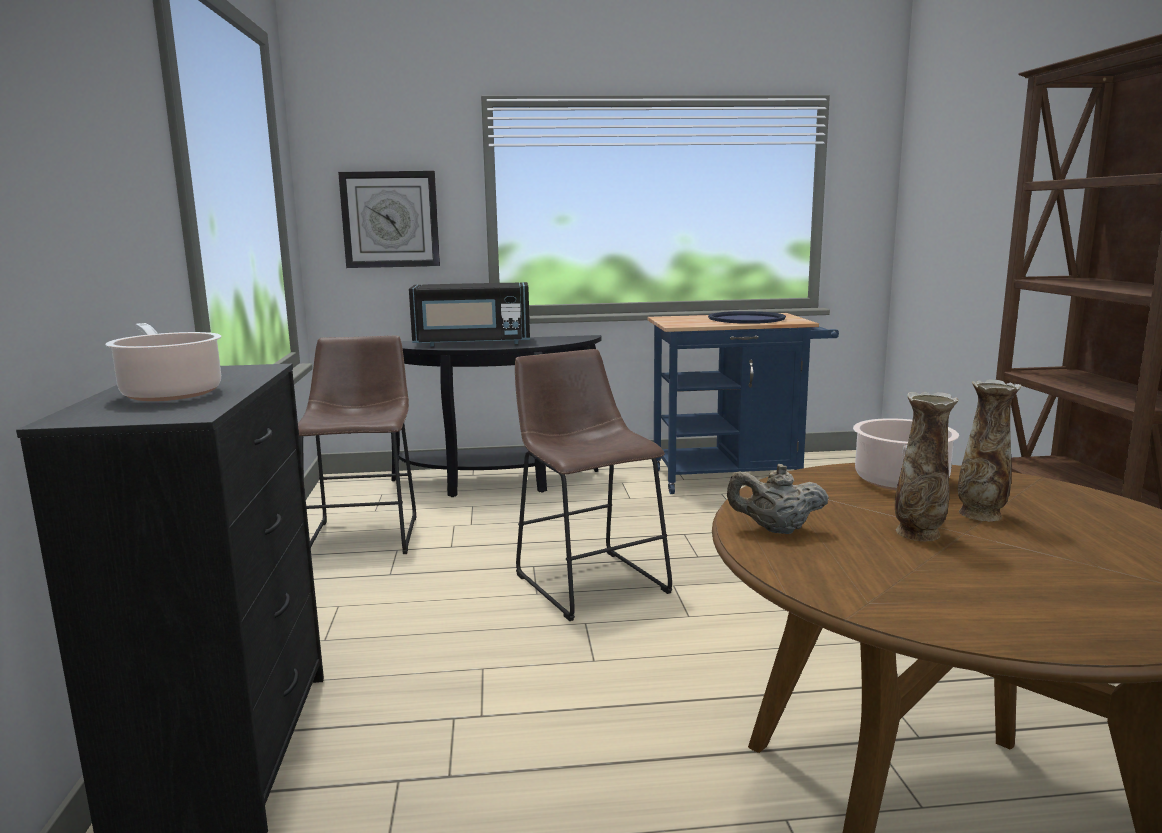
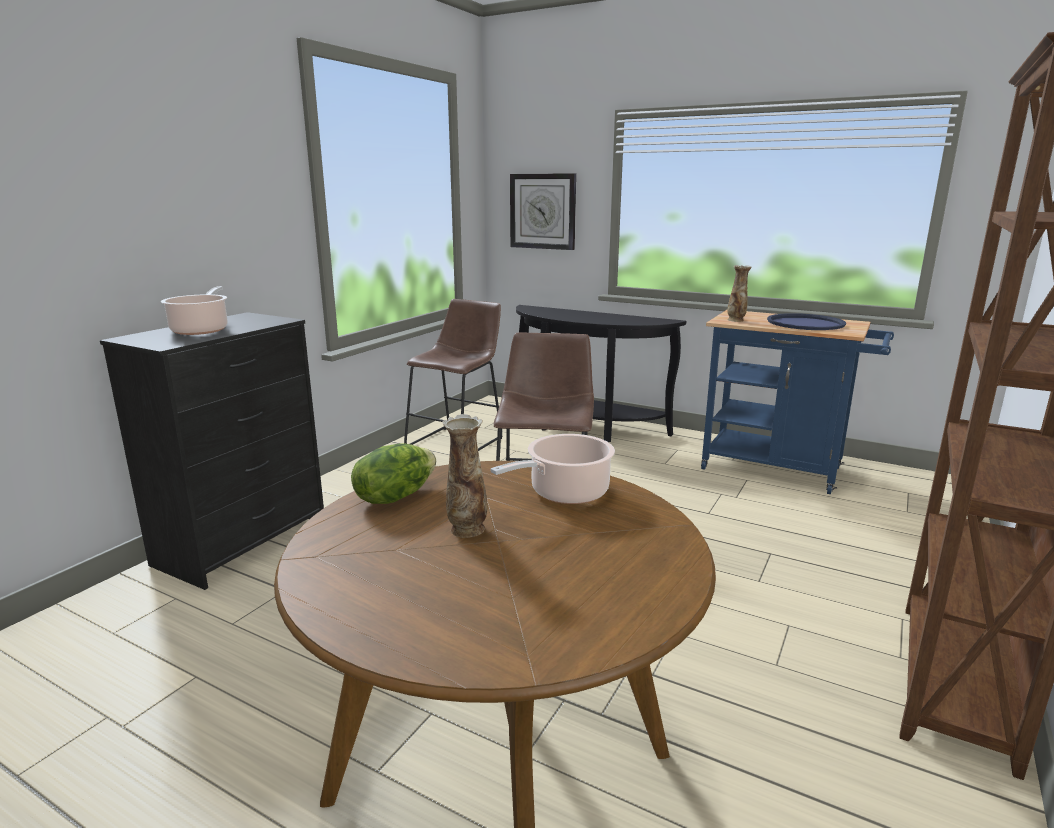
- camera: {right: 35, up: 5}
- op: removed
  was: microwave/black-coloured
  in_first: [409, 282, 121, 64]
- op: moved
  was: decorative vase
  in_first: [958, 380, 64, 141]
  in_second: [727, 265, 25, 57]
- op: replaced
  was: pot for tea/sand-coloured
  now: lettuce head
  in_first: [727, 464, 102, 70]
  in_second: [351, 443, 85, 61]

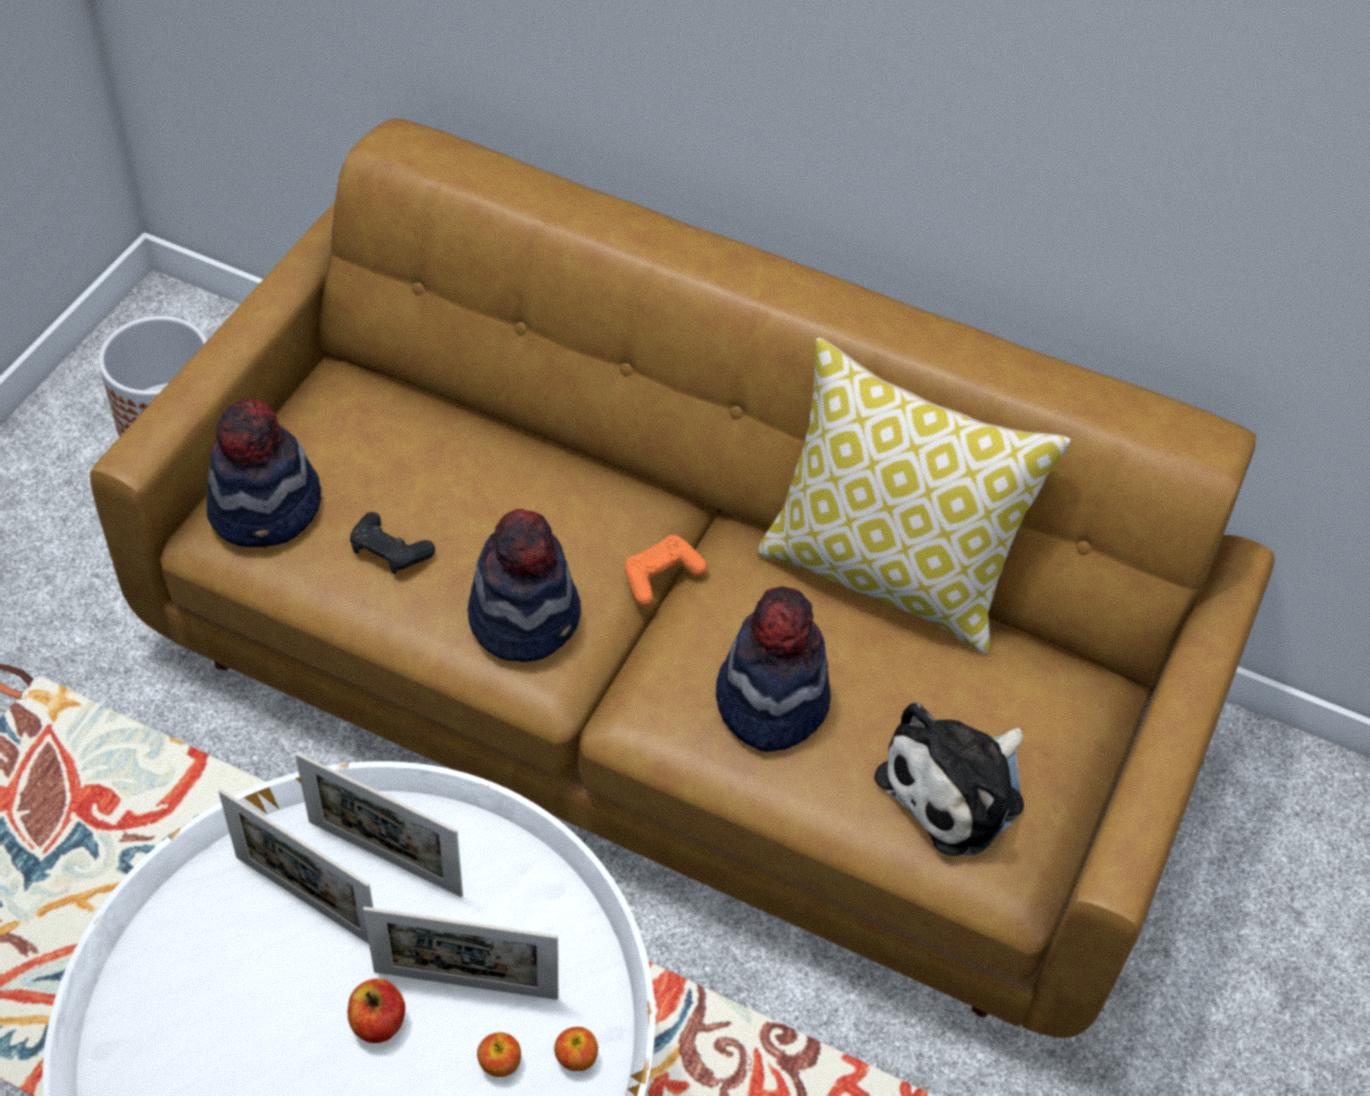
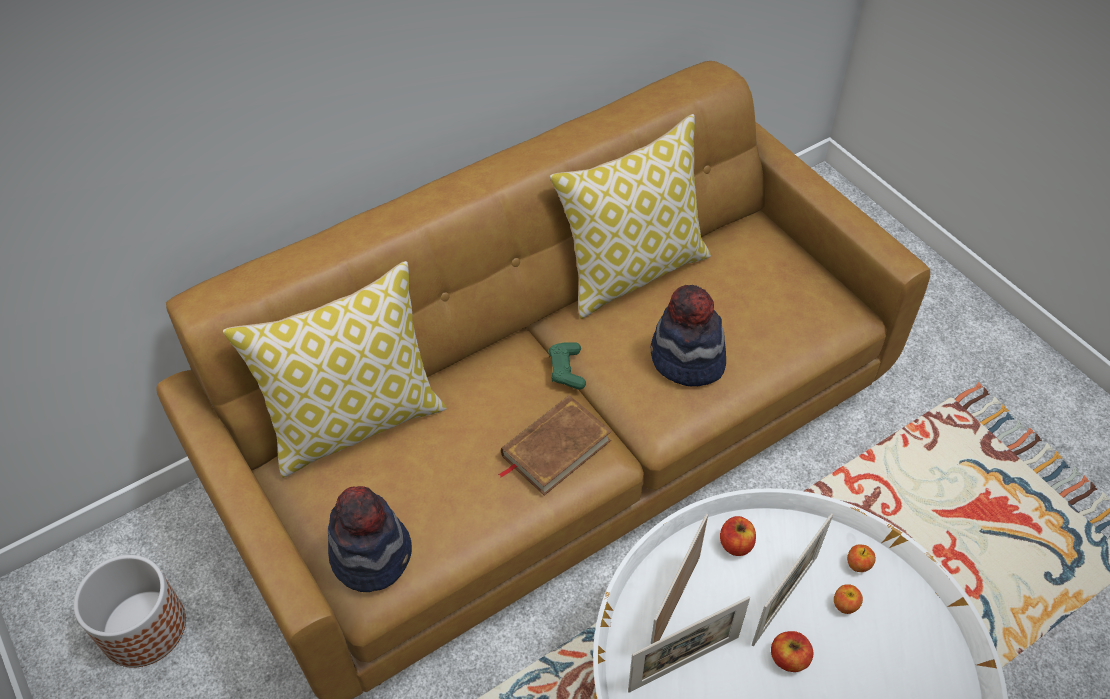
- camera: {right: -55, up: 0}
- op: removed
  was: joypad/black-coloured
  in_first: [350, 512, 85, 62]
- op: removed
  was: soft toy
  in_first: [874, 702, 150, 154]
- op: added
  now: cushion
  in_second: [223, 261, 224, 217]
- op: added
  now: apple
  in_second: [720, 516, 36, 40]
- op: replaced
  was: hat
  now: bound book/brownish
  in_first: [467, 509, 114, 153]
  in_second: [498, 395, 114, 100]
- op: recoloured
  was: joypad/orange-coloured
  now: joypad/green
  in_first: [624, 535, 83, 71]
  in_second: [548, 342, 38, 48]
- op: turned
  was: picture frame
  in_first: [295, 752, 168, 145]
  in_second: [650, 514, 58, 130]
  clockwise: 150

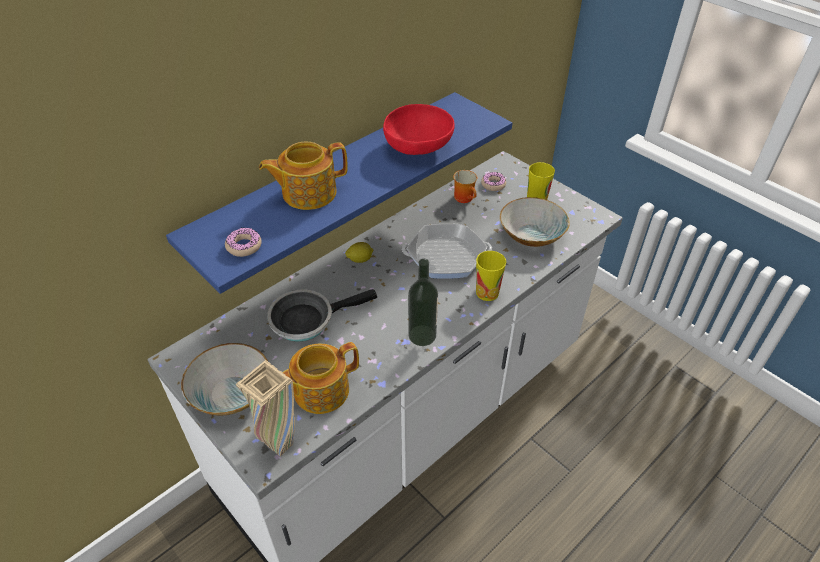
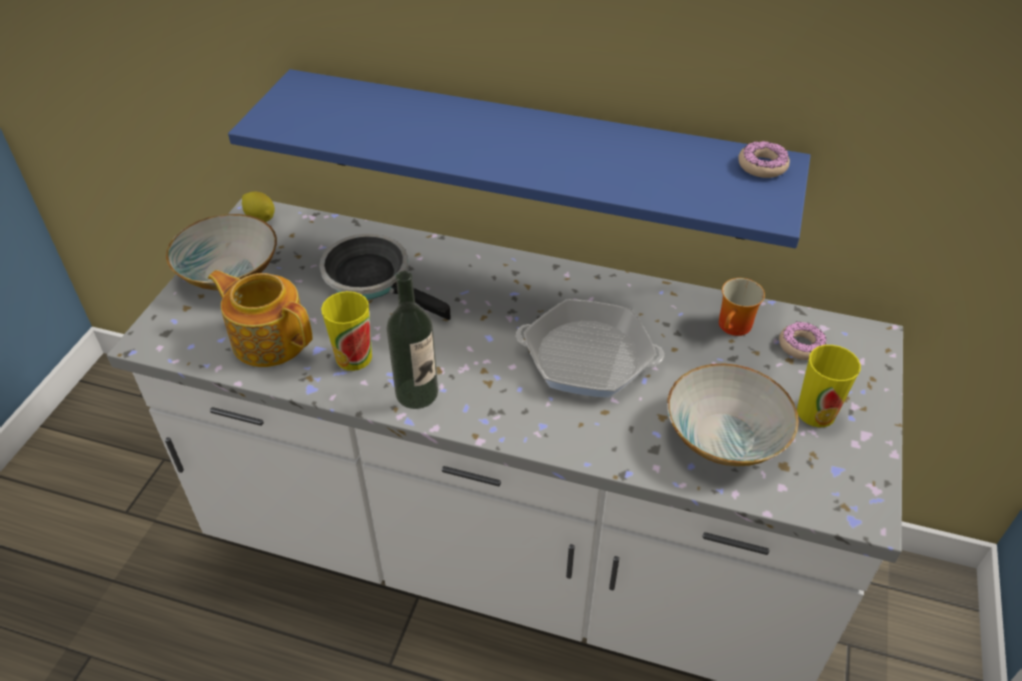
- camera: {right: 60, up: 0}
- op: removed
  was: decorative vase/sand-coloured
  in_first: [235, 360, 60, 97]
- op: removed
  was: pot for tea
  in_first: [259, 142, 89, 68]
- op: removed
  was: serving bowl/red
  in_first: [383, 104, 72, 51]
- op: moved
  was: doughnut
  in_first: [225, 228, 37, 29]
  in_second: [738, 141, 52, 37]
- op: moved
  was: whole lemon
  in_first: [345, 242, 29, 21]
  in_second: [242, 192, 33, 30]
- op: moved
  was: small cup
  in_first: [476, 251, 30, 50]
  in_second: [321, 291, 51, 80]
- op: turned
  was: frying pan
  in_first: [402, 224, 90, 55]
  in_second: [516, 299, 148, 99]
  clockwise: 135

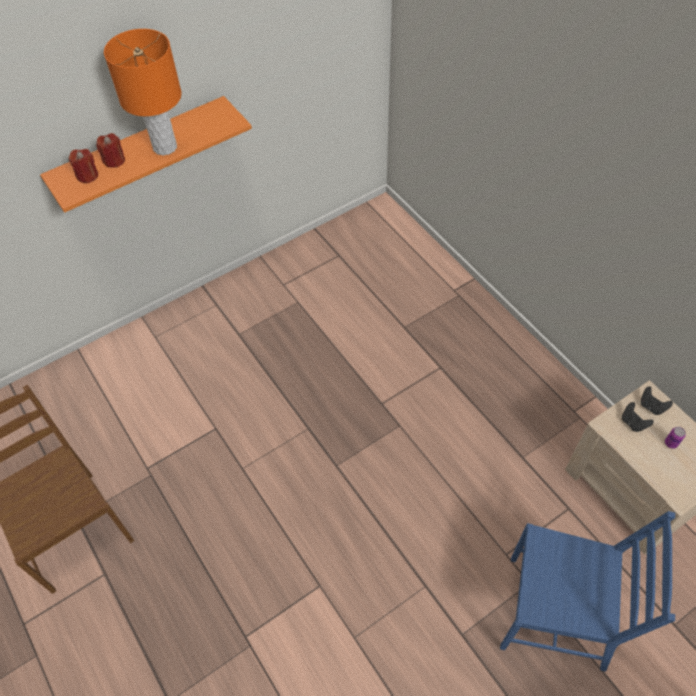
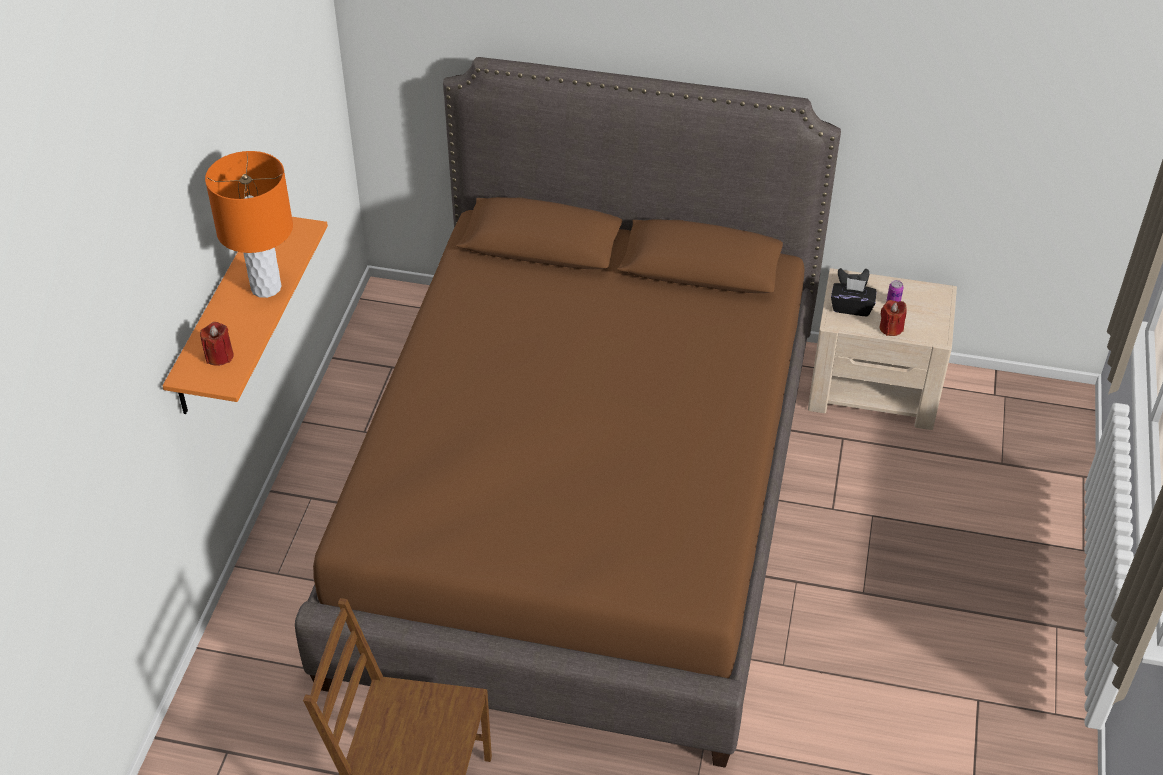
- camera: {right: -45, up: -10}
- op: removed
  was: chair/blue
  in_first: [500, 511, 175, 161]
- op: added
  now: bedroom bed/brownish
  in_second: [295, 57, 546, 711]
- op: moved
  was: candle/red
  in_first: [96, 133, 29, 35]
  in_second: [880, 300, 27, 36]
- op: replaced
  was: joypad/black-coloured
  now: box of tissues/black-coloured
  in_first: [622, 402, 32, 30]
  in_second: [831, 278, 45, 38]

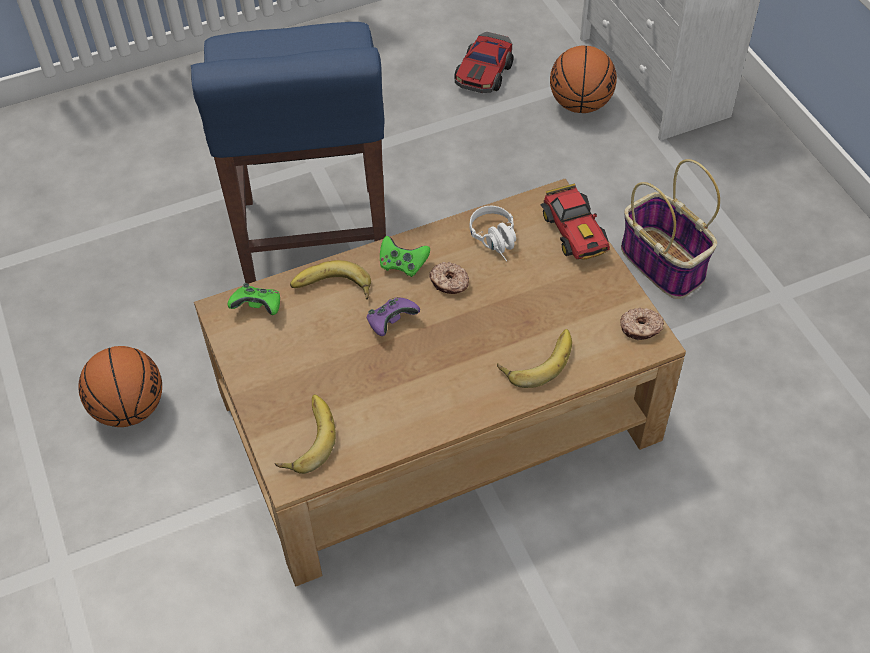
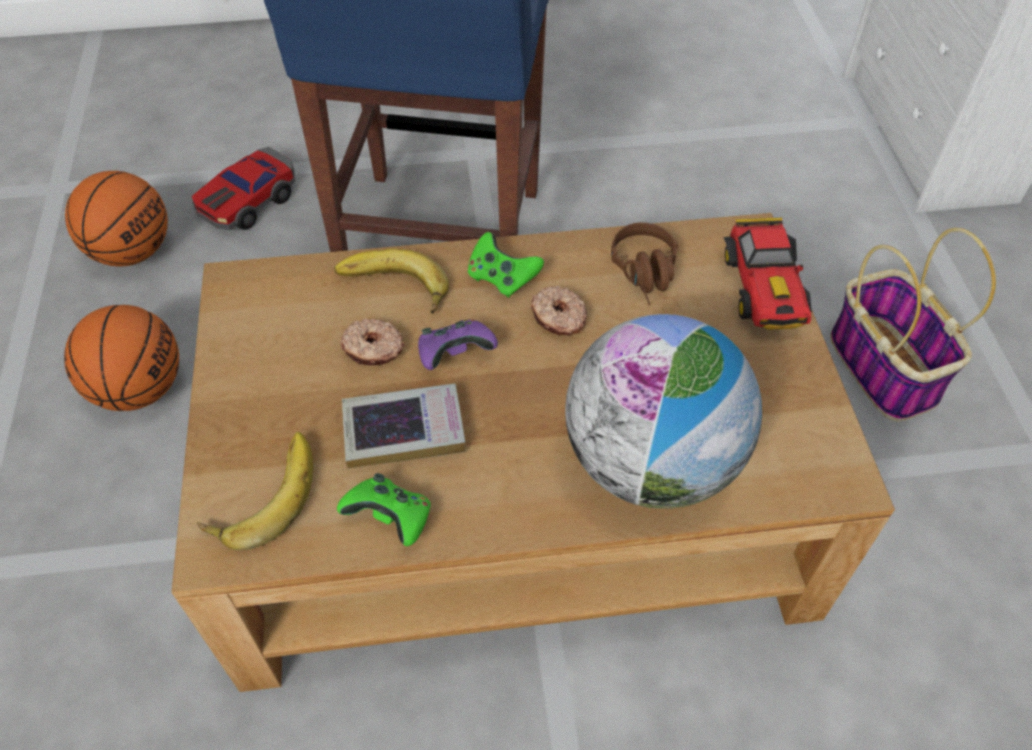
- camera: {right: 15, up: 0}
- op: added
  now: bound book
  in_second: [342, 383, 124, 86]
- op: moved
  was: joypad/green
  in_first: [228, 283, 52, 32]
  in_second: [337, 473, 94, 73]
- op: moved
  was: model car
  in_first: [454, 32, 60, 61]
  in_second: [192, 147, 103, 83]
- op: moved
  was: ball for basketball
  in_first: [550, 46, 67, 67]
  in_second: [65, 171, 103, 95]
- op: moved
  was: doughnut
  in_first: [620, 308, 44, 32]
  in_second: [340, 318, 64, 47]
- op: replaced
  was: banana
  now: globe
  in_first: [497, 329, 75, 59]
  in_second: [565, 314, 197, 195]
- op: recoloured
  was: headset/white-coloured
  now: headset/brownish
  in_first: [469, 206, 47, 55]
  in_second: [611, 222, 67, 84]

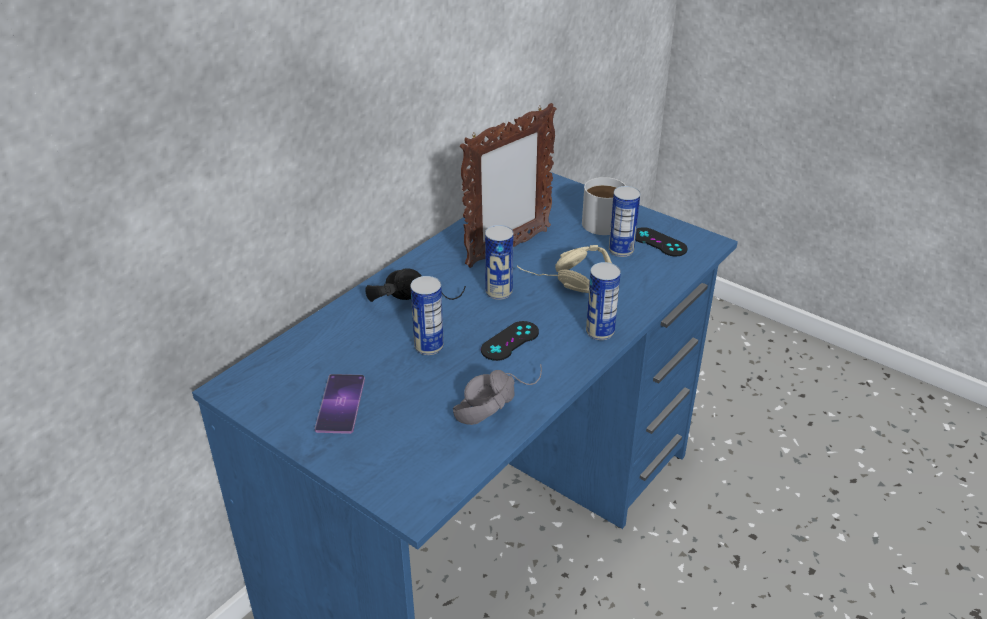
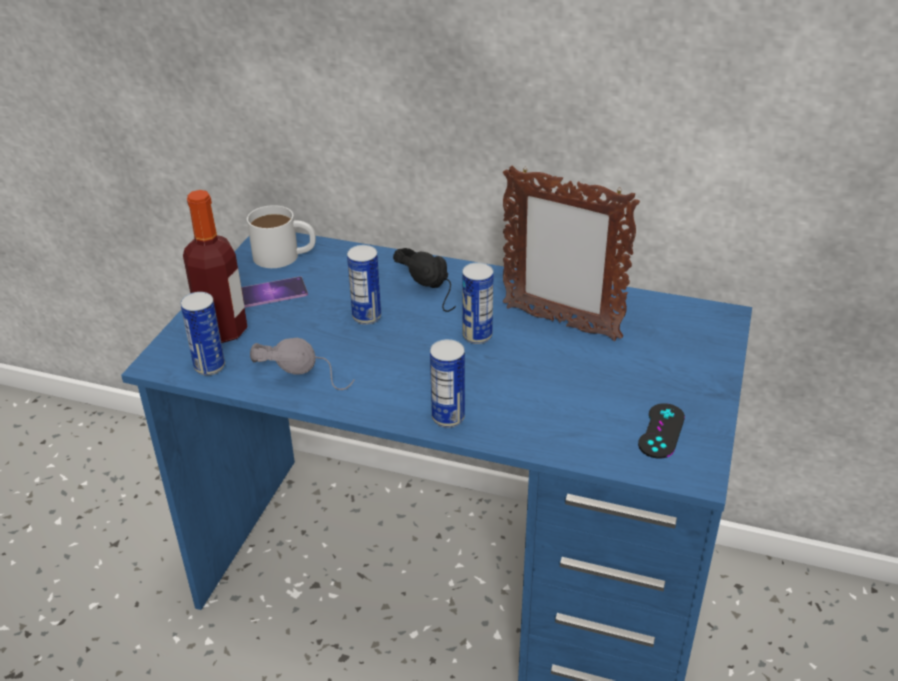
- camera: {right: 70, up: 0}
- op: removed
  was: joypad/black-coloured
  in_first: [481, 321, 58, 40]
- op: removed
  was: headset/sand-coloured
  in_first: [517, 245, 95, 48]
- op: added
  now: bottle
  in_second: [183, 190, 65, 153]
- op: moved
  was: mug/white-coloured
  in_first: [582, 177, 44, 58]
  in_second: [247, 205, 69, 63]
- op: moved
  was: can
  in_first: [609, 186, 31, 71]
  in_second: [180, 292, 45, 84]

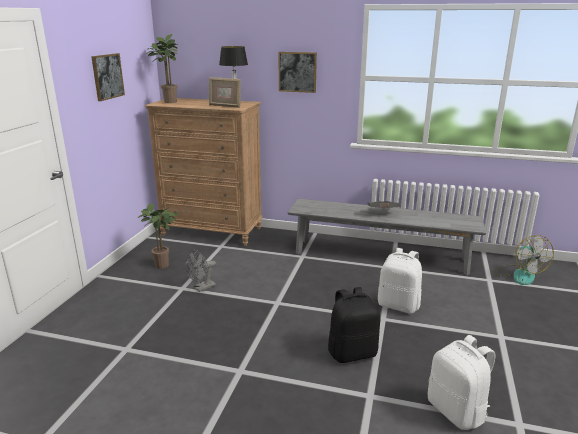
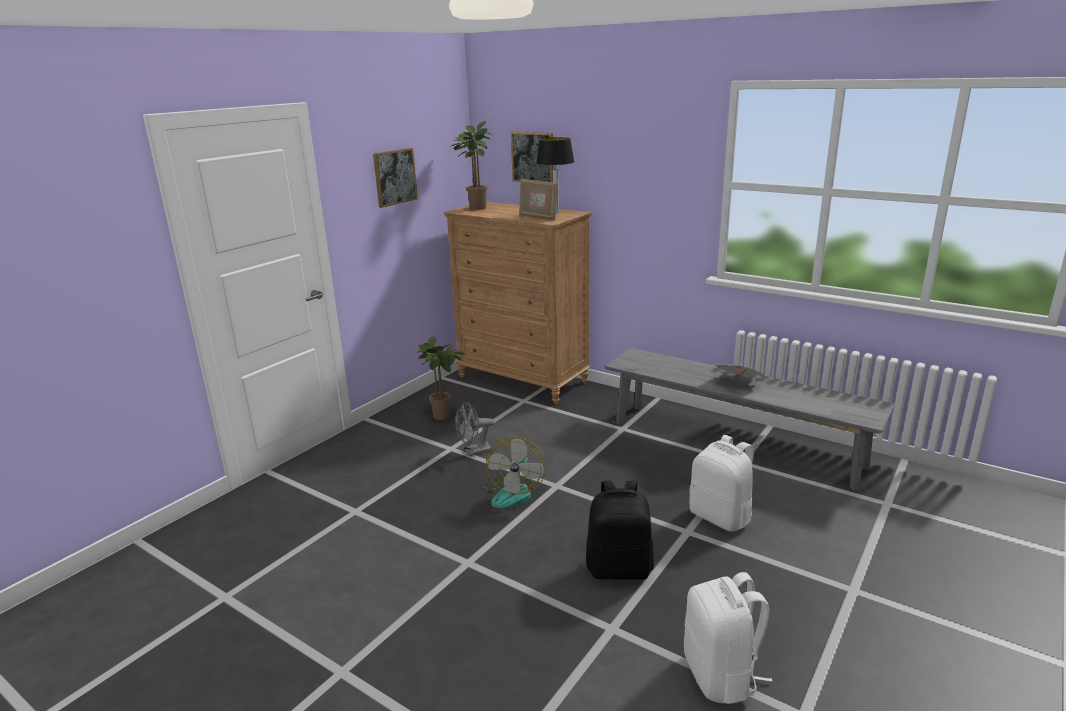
- camera: {right: 20, up: 0}
- op: moved
  was: picture
  in_first: [278, 52, 39, 41]
  in_second: [511, 132, 43, 50]
- op: moved
  was: fan
  in_first: [495, 235, 59, 50]
  in_second: [483, 436, 63, 73]

